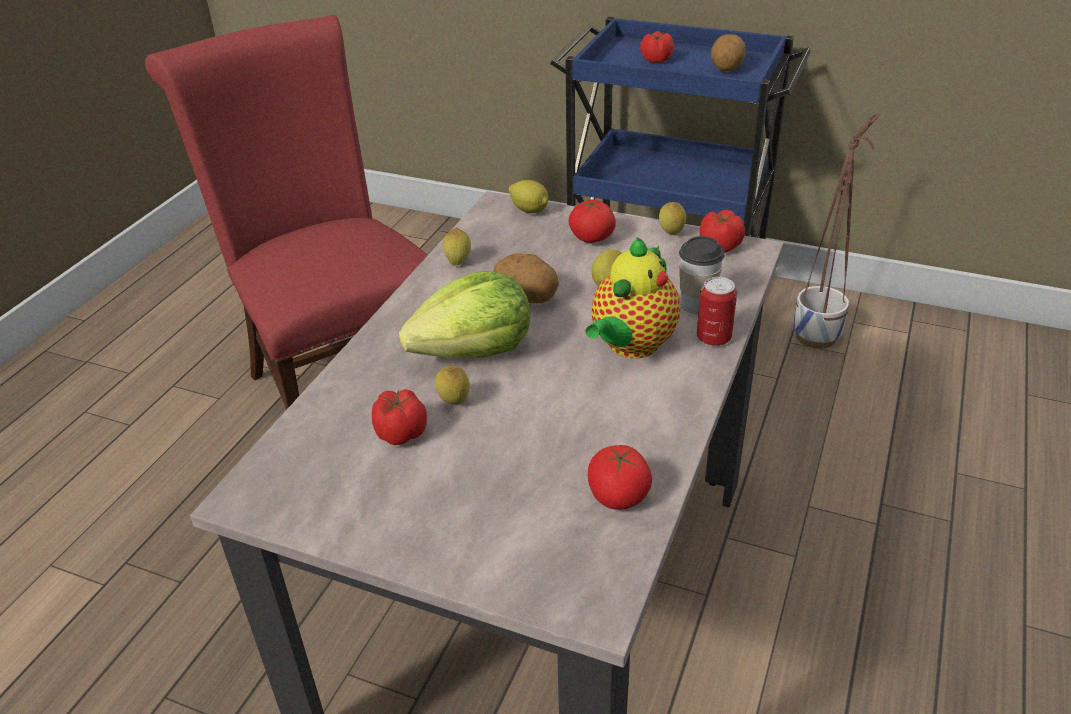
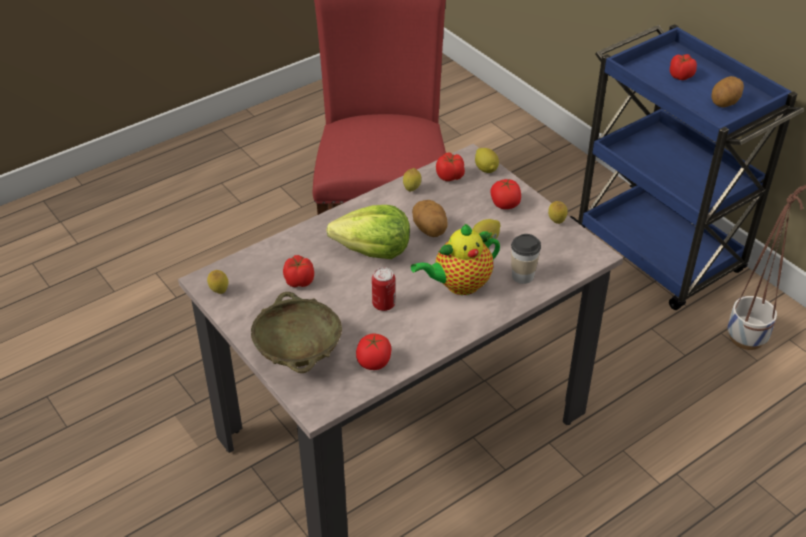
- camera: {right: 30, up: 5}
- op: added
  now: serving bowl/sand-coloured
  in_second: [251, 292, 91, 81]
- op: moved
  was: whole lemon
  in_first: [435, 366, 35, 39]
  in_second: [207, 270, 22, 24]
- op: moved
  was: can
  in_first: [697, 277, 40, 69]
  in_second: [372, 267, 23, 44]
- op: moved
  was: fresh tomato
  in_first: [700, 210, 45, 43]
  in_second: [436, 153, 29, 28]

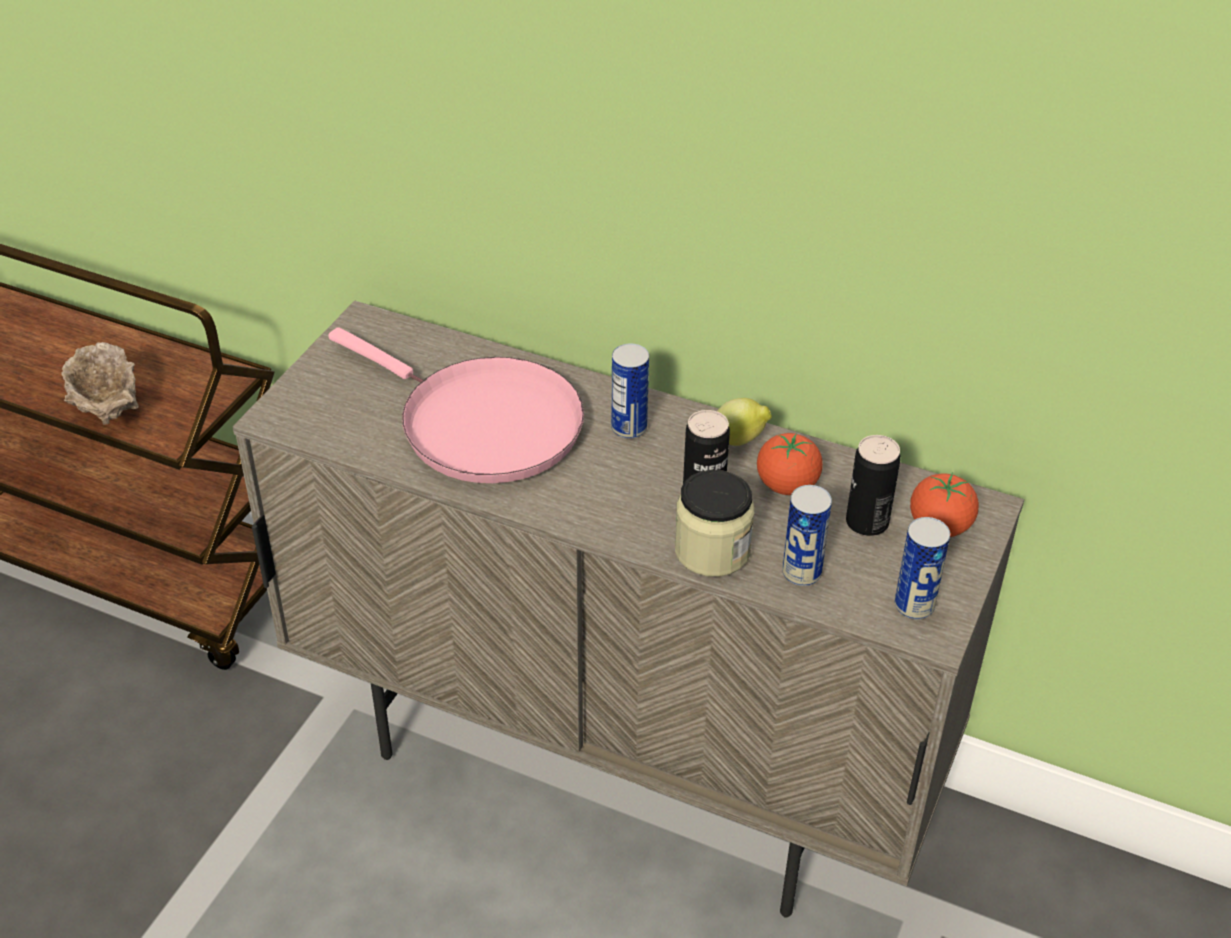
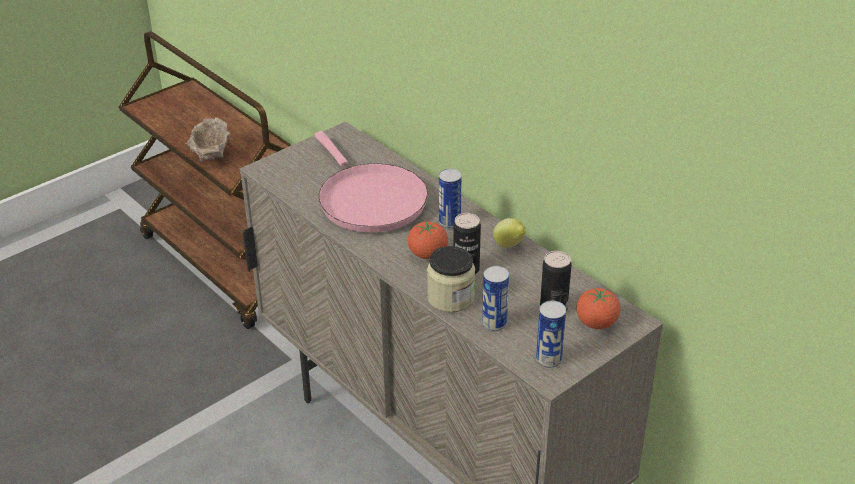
- camera: {right: 25, up: -5}
- op: moved
  was: fresh tomato
  in_first: [757, 433, 66, 62]
  in_second: [408, 221, 40, 38]

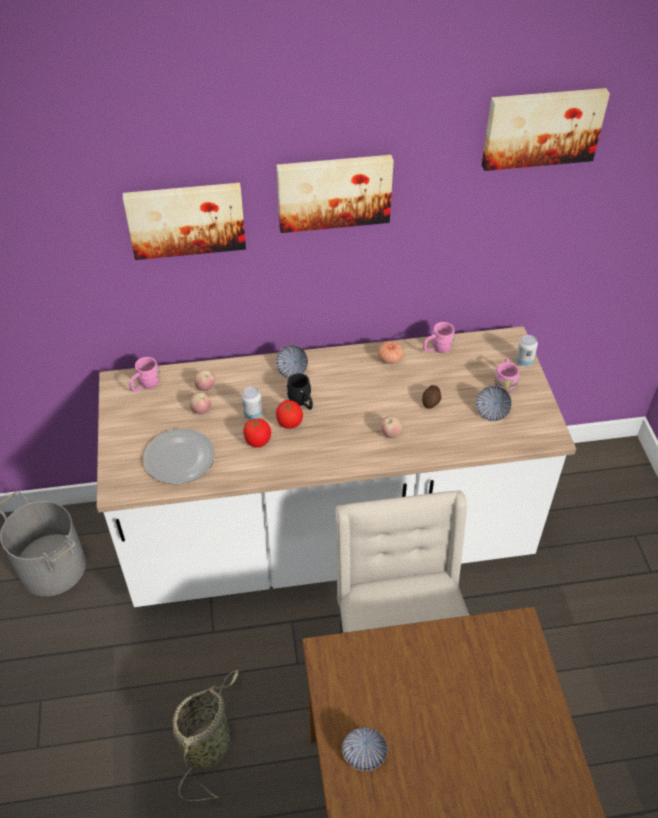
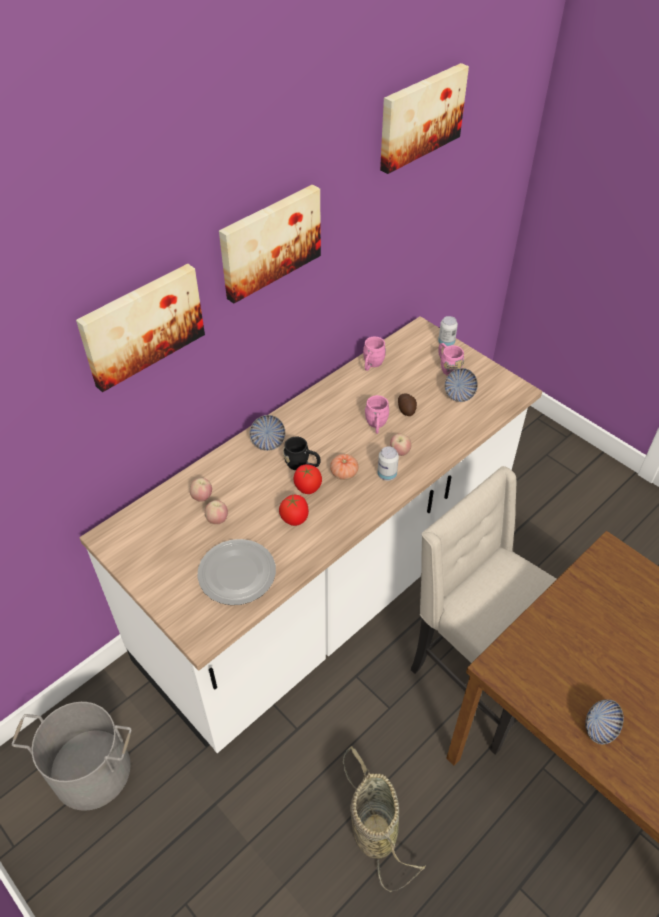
- camera: {right: -35, up: 0}
- op: moved
  was: mug/pinkish
  in_first: [129, 357, 31, 35]
  in_second: [365, 395, 24, 39]
- op: moved
  was: can
  in_first: [242, 387, 20, 33]
  in_second: [378, 446, 21, 35]
- op: moved
  was: fresh tomato
  in_first: [378, 341, 26, 23]
  in_second: [330, 454, 28, 26]

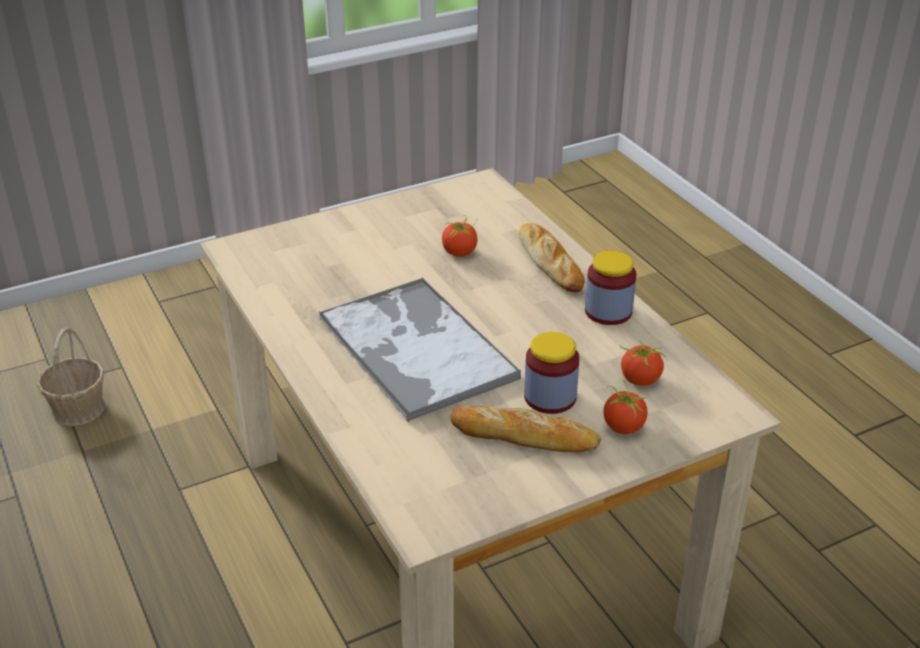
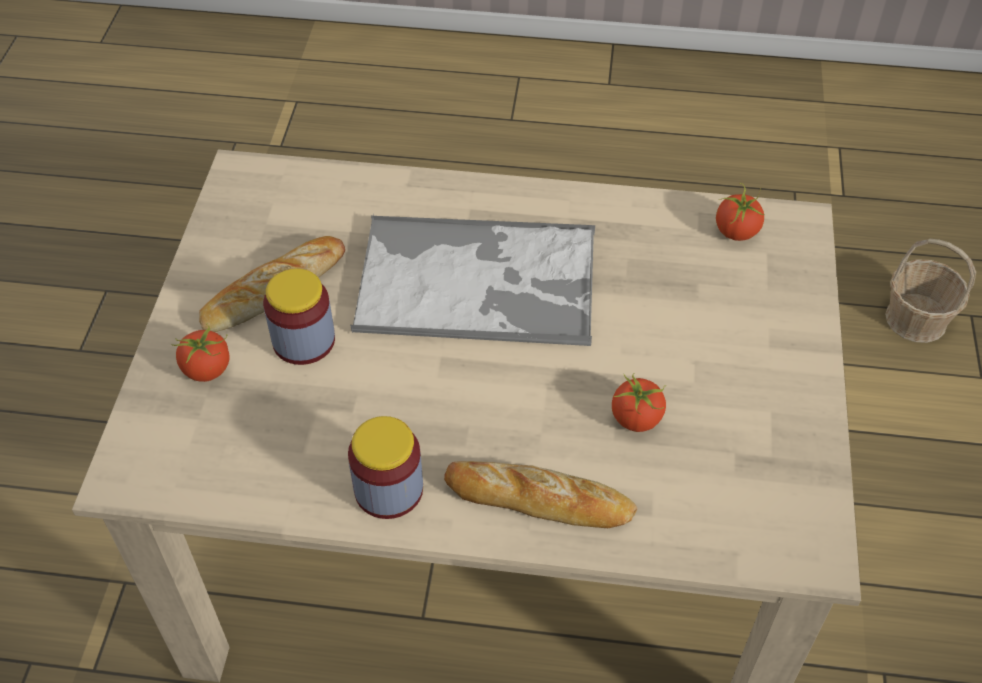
- camera: {right: 125, up: 15}
- op: moved
  was: fresh tomato
  in_first: [620, 341, 46, 45]
  in_second: [716, 183, 49, 58]

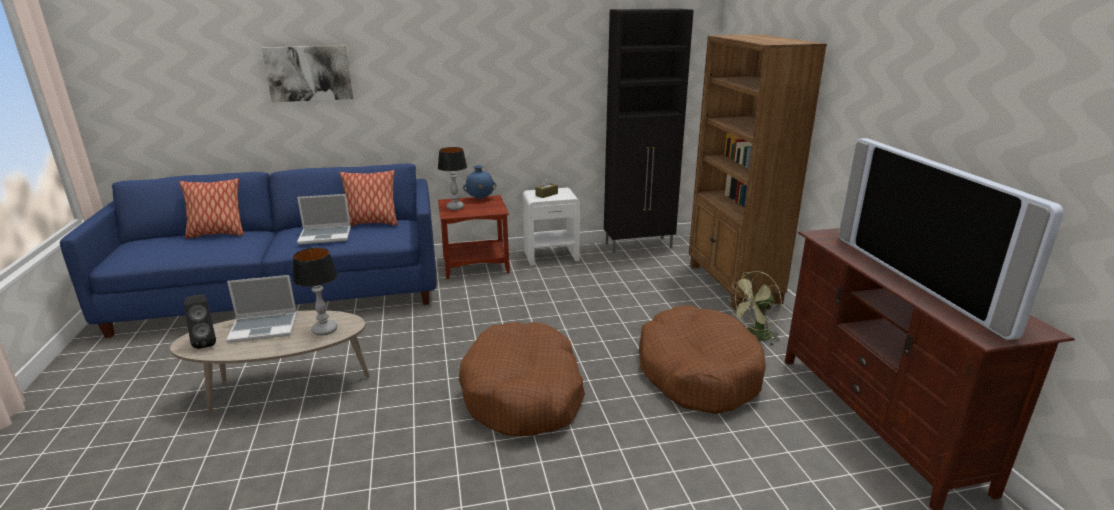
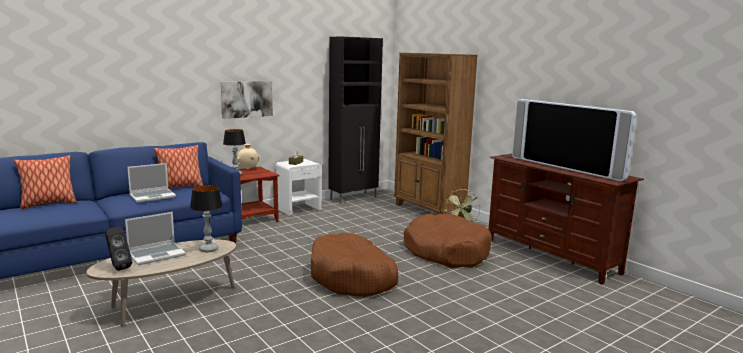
- camera: {right: -25, up: -10}
- op: moved
  was: picture
  in_first: [262, 45, 91, 57]
  in_second: [221, 81, 52, 38]
- op: recoloured
  was: decorative vase/blue
  now: decorative vase/sand-coloured
  in_first: [463, 165, 33, 34]
  in_second: [237, 144, 22, 26]

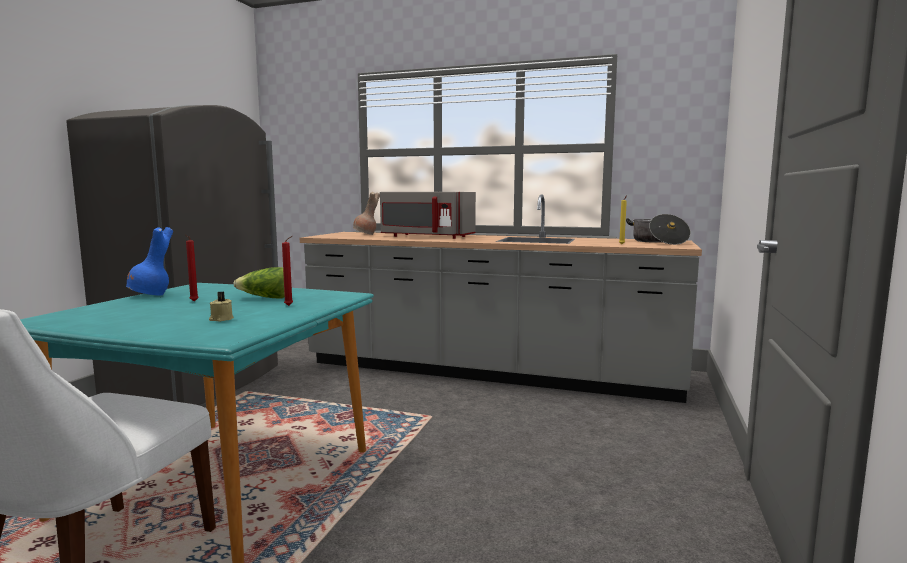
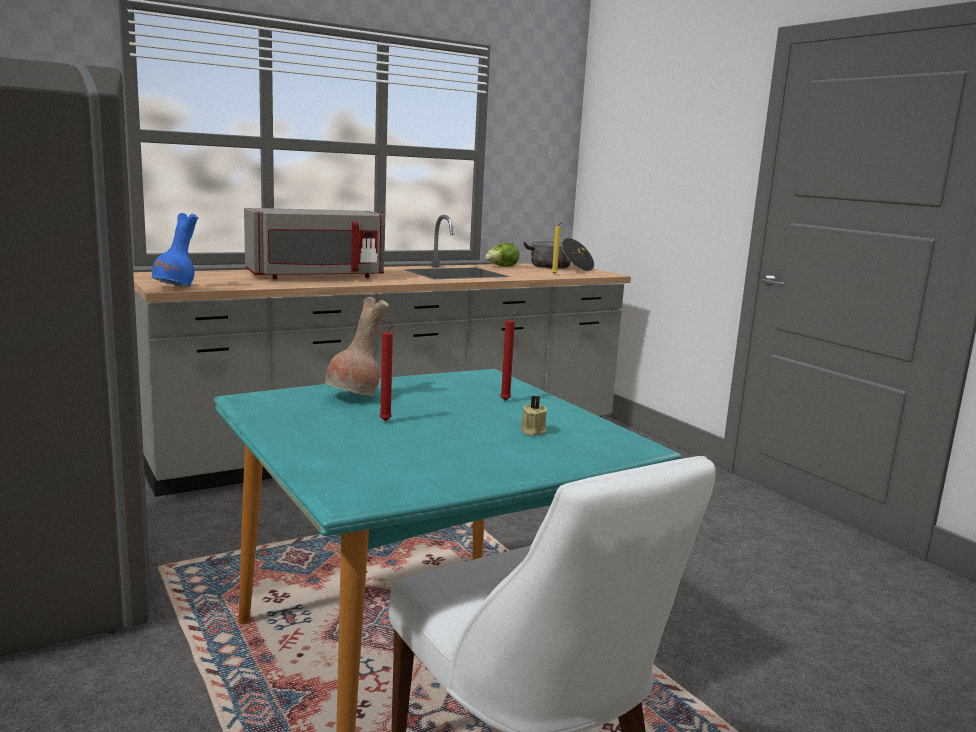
- camera: {right: -50, up: 5}
- op: moved
  was: decorative vase/blue
  in_first: [126, 227, 47, 68]
  in_second: [152, 213, 46, 74]
- op: moved
  was: lettuce head
  in_first: [234, 267, 51, 31]
  in_second: [485, 242, 35, 25]
- op: moved
  was: decorative vase/brownish
  in_first: [353, 192, 27, 43]
  in_second: [325, 297, 64, 99]

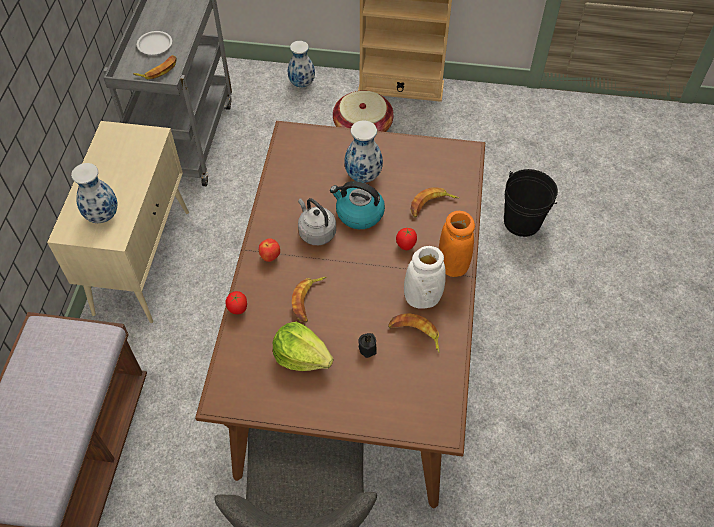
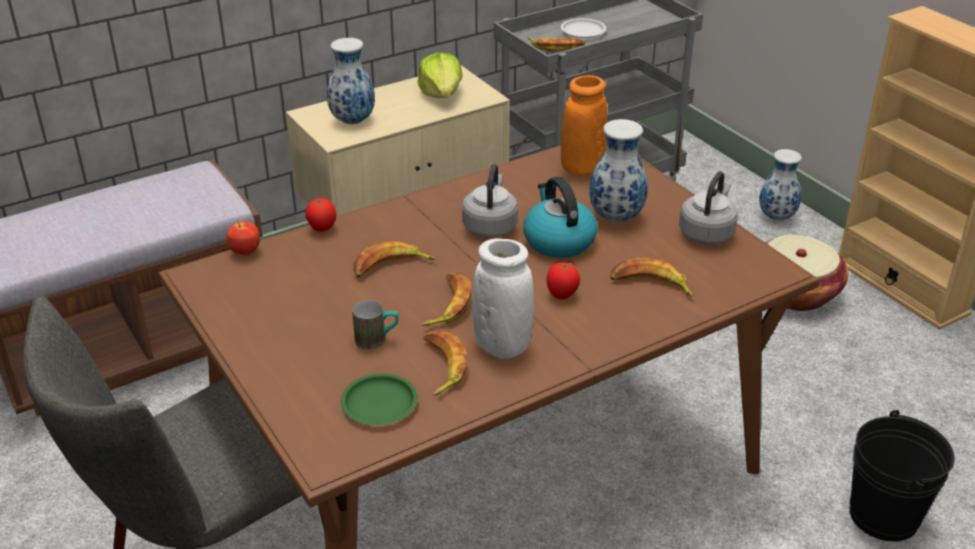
- camera: {right: 50, up: -20}
- op: added
  now: flat dish/green
  in_second: [341, 374, 77, 51]
- op: added
  now: banana
  in_second: [422, 272, 49, 54]
- op: added
  now: kettle/gray
  in_second: [679, 171, 59, 74]
- op: moved
  was: apple
  in_first: [259, 238, 21, 24]
  in_second: [226, 221, 34, 35]
- op: moved
  was: lettuce head
  in_first: [273, 322, 60, 49]
  in_second: [417, 53, 45, 45]
- op: moved
  was: decorative vase/orange-coloured
  in_first: [439, 211, 36, 66]
  in_second: [561, 75, 47, 101]
- op: replaced
  was: candle/black-coloured
  now: mug
  in_first: [358, 333, 19, 25]
  in_second: [352, 300, 46, 50]

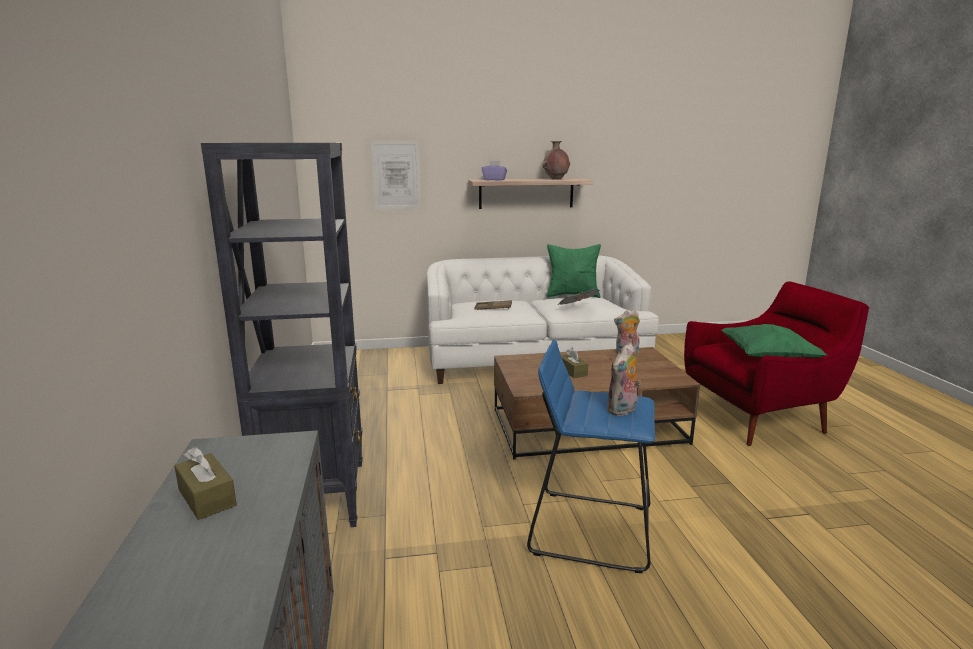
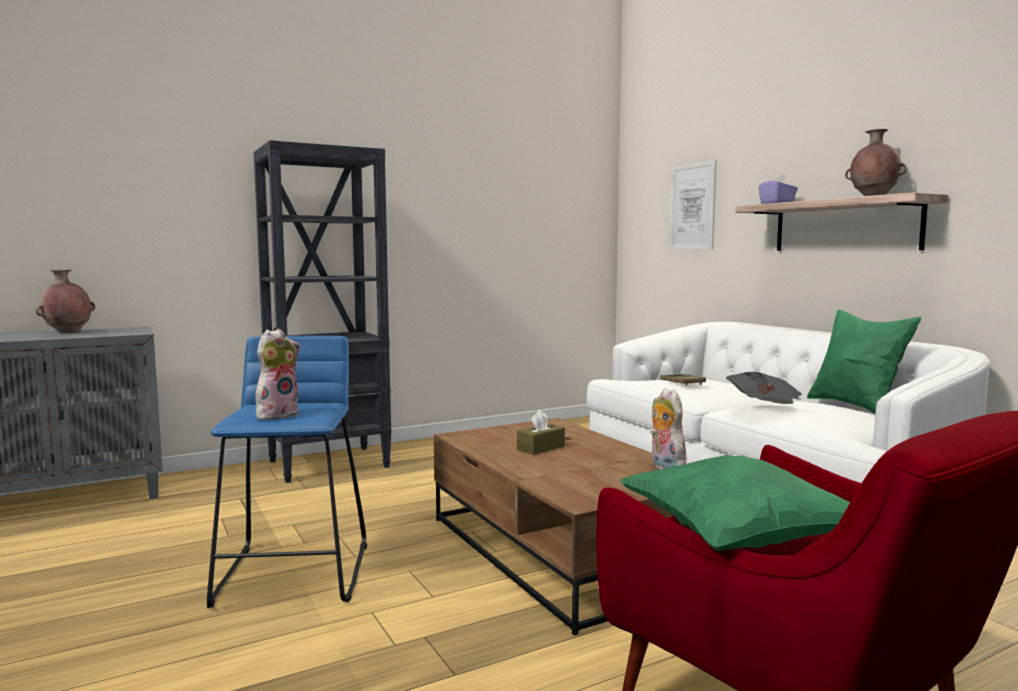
- camera: {right: 70, up: -10}
- op: replaced
  was: box of tissues/brownish
  now: decorative vase/brownish
  in_first: [174, 447, 63, 73]
  in_second: [35, 269, 60, 64]
- op: turned
  was: soft toy
  in_first: [606, 343, 35, 73]
  in_second: [255, 329, 45, 91]
  clockwise: 105

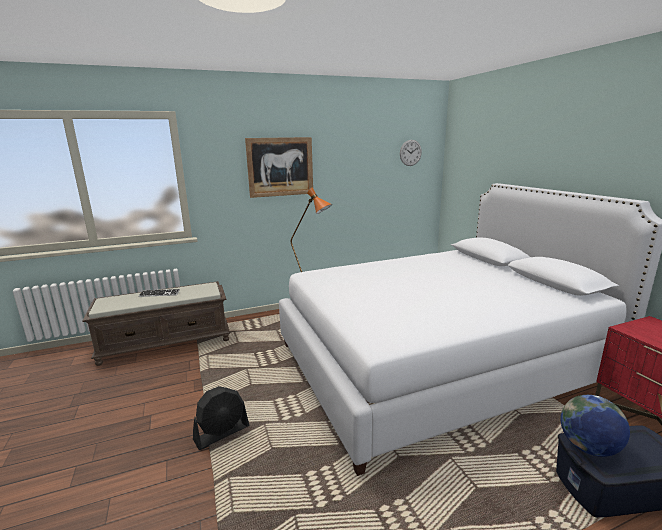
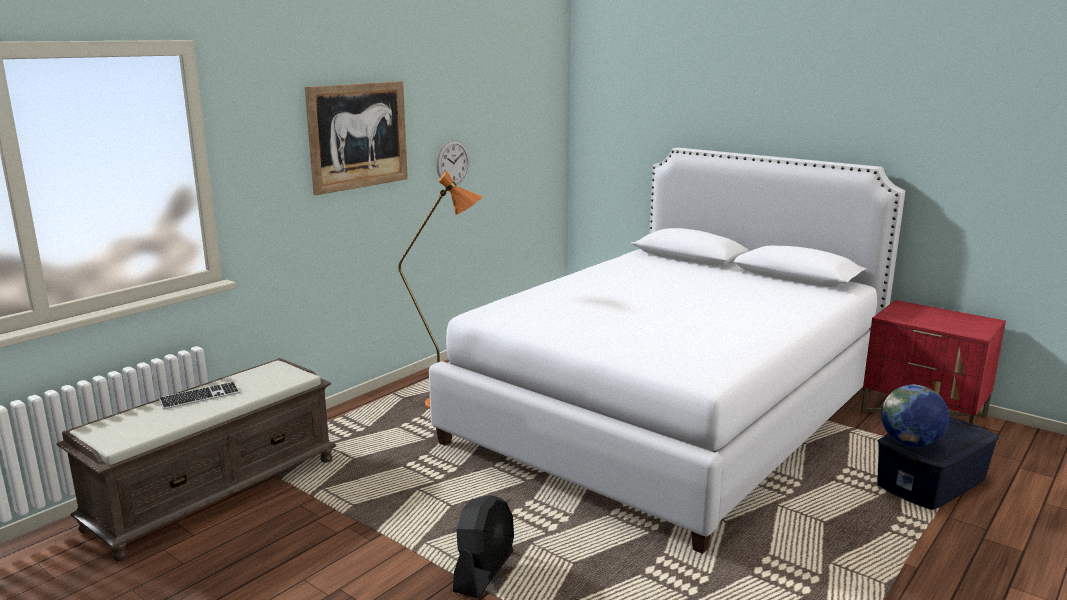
- camera: {right: -30, up: 0}
- op: moved
  was: hanging clock
  in_first: [400, 140, 22, 26]
  in_second: [436, 140, 33, 45]

